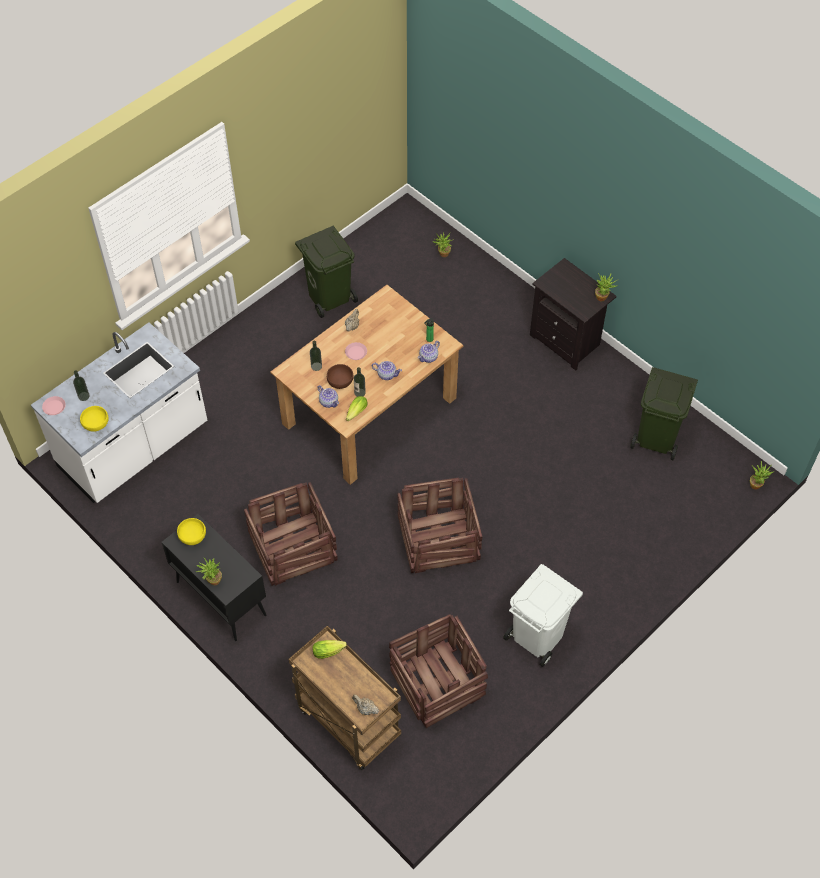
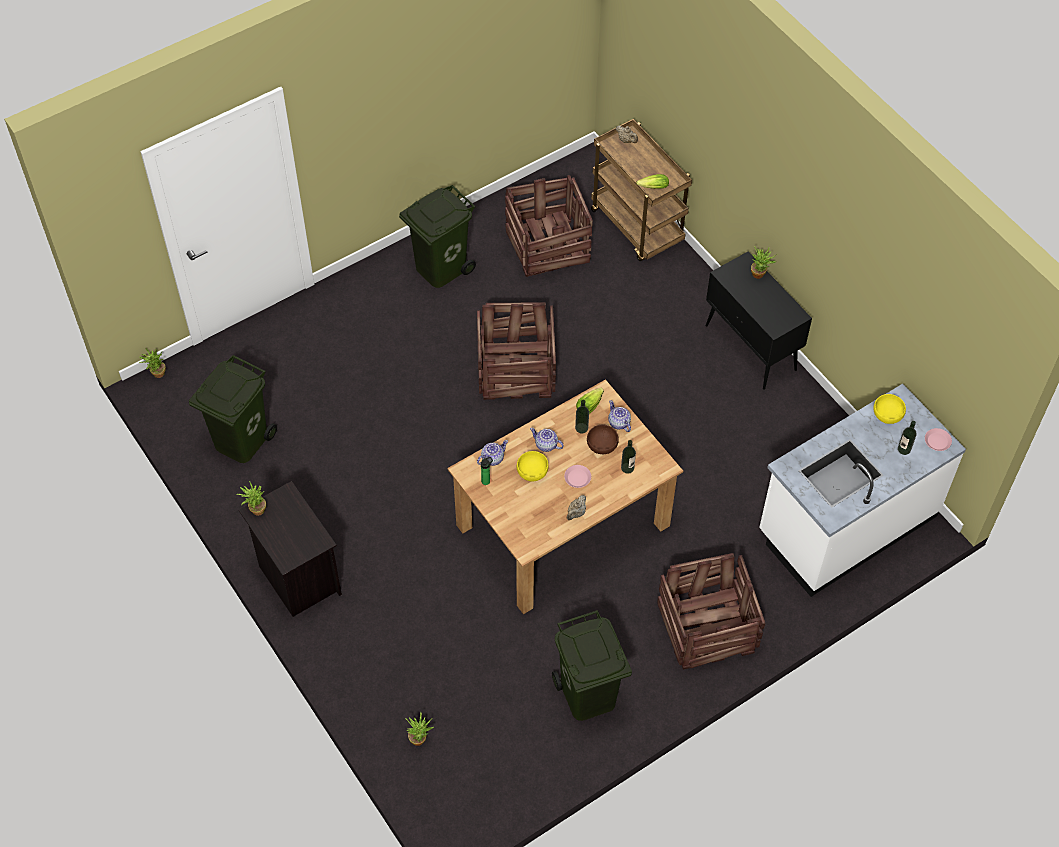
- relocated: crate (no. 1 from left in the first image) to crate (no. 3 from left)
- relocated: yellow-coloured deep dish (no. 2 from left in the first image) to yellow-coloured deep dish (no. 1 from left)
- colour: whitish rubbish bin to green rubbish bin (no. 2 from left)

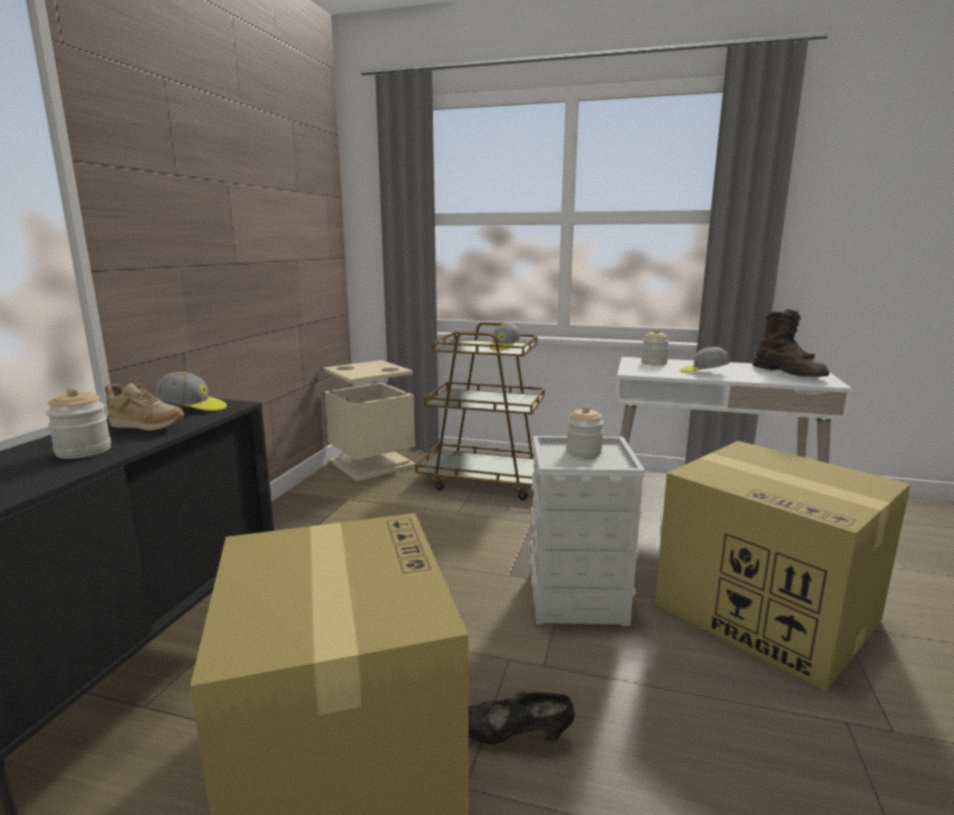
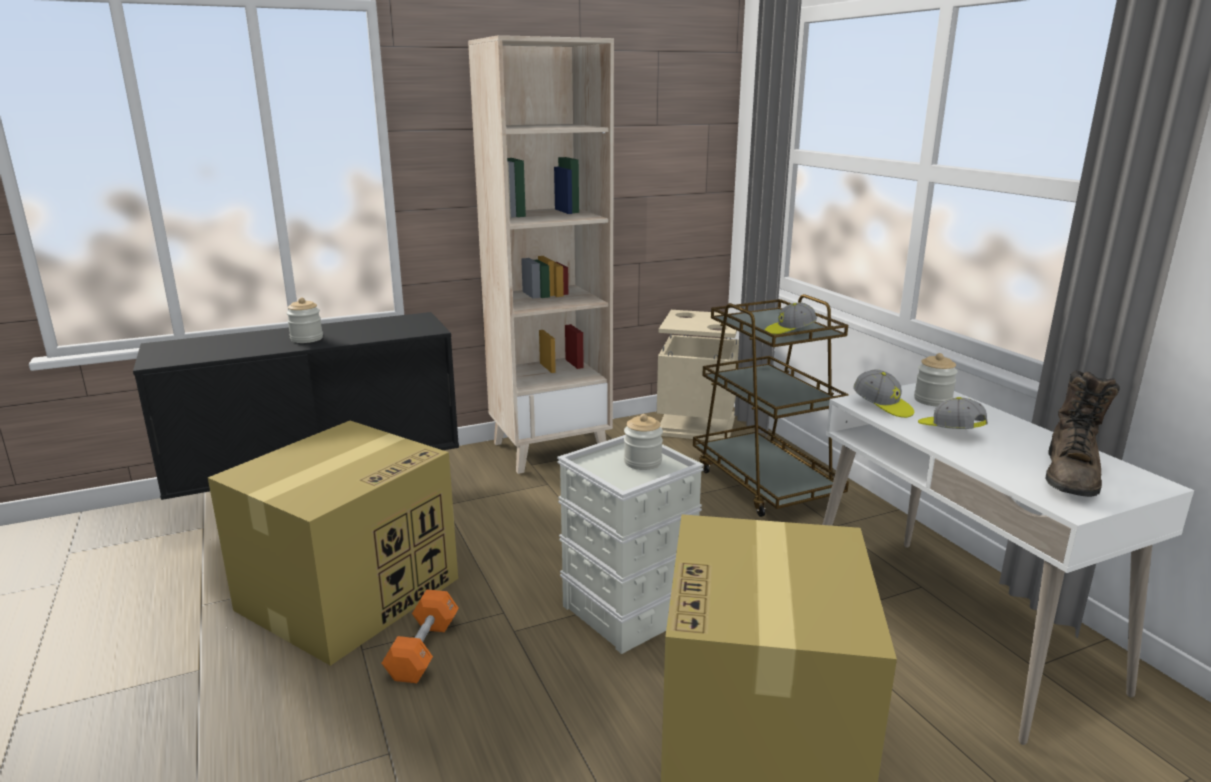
- relocated: baseball cap (no. 1 from left in the first image) to baseball cap (no. 2 from left)
- missing: sand-coloured shoe
- exchanged: blackish shoe to orange-coloured free weight
- appeared: sand-coloured shelving unit

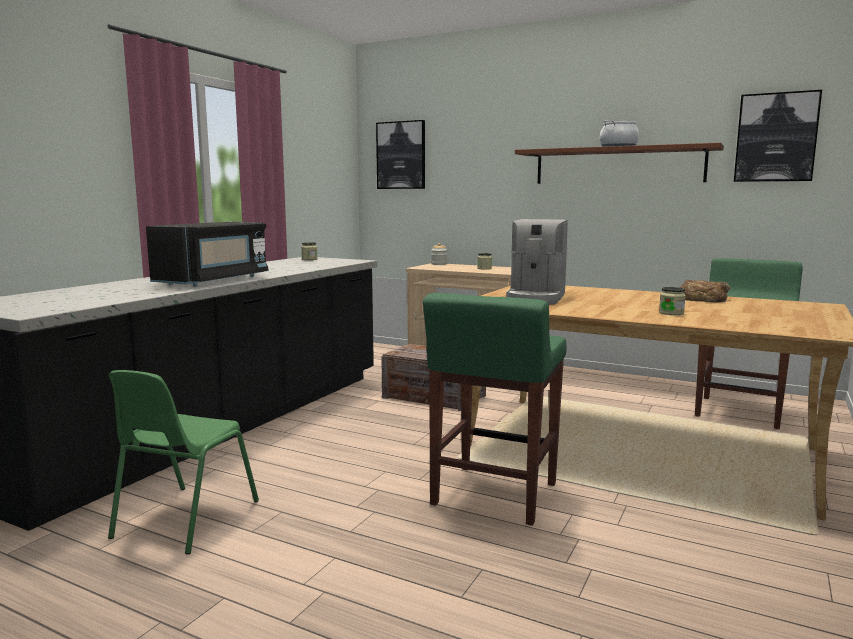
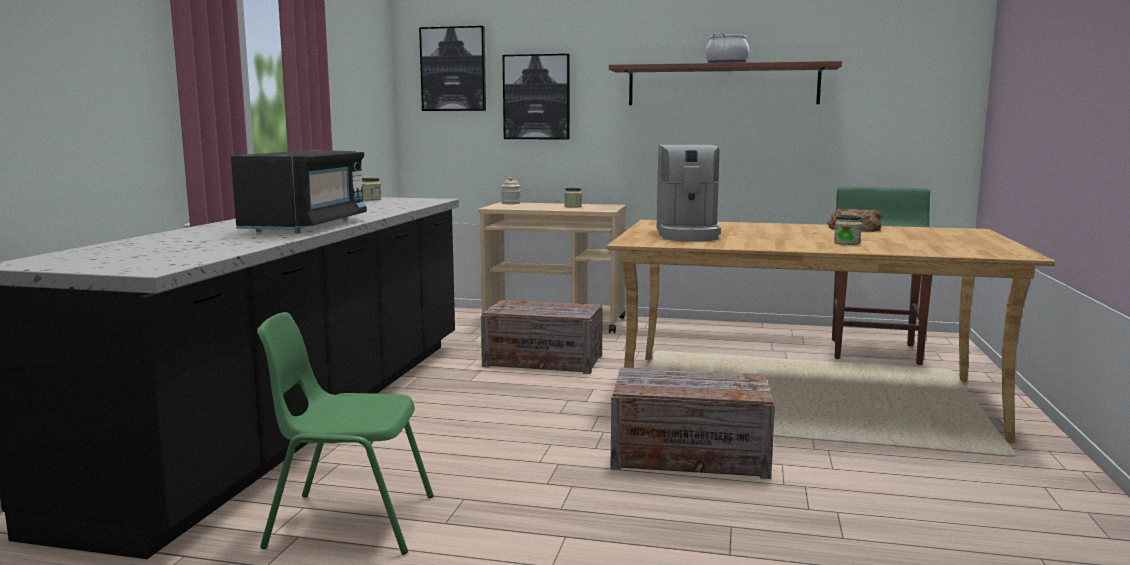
- relocated: picture (no. 2 from left)
- exchanged: green sitting stool (no. 1 from left) to crate (no. 2 from left)
- spun: green upright chair 90 degrees clockwise

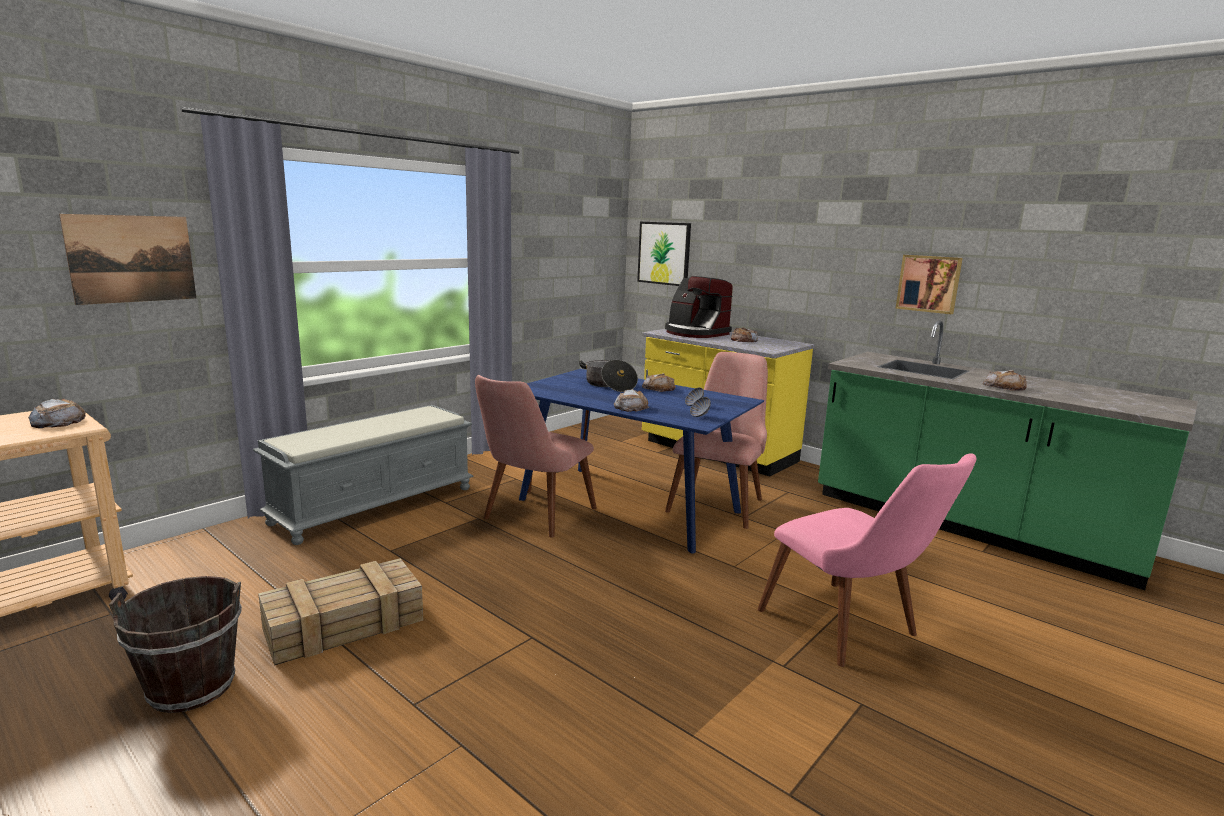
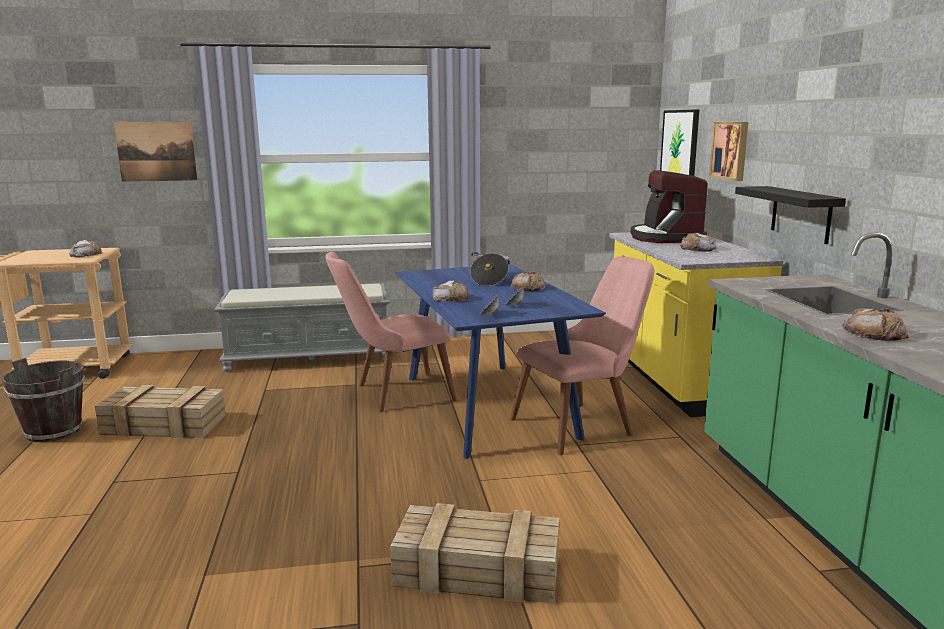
- relocated: picture (no. 3 from left)
- exchanged: pink upright chair (no. 3 from left) to crate (no. 2 from left)
- appeared: blackish bracket shelf

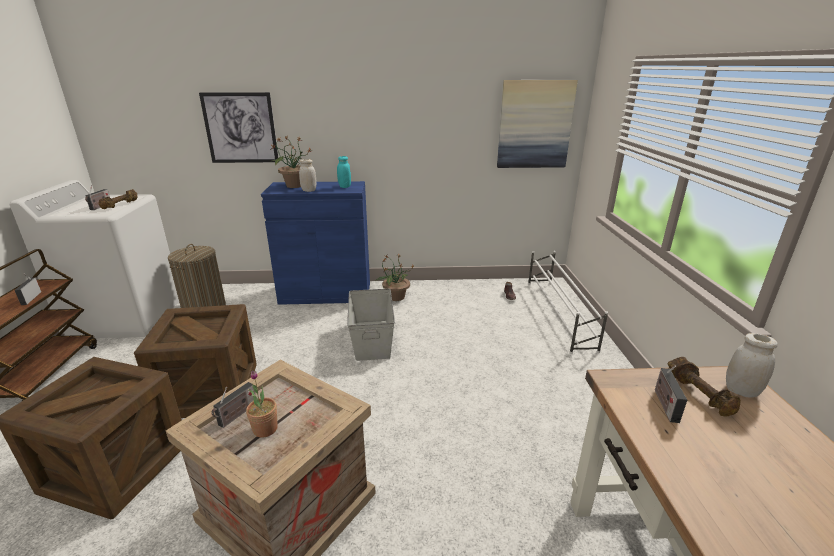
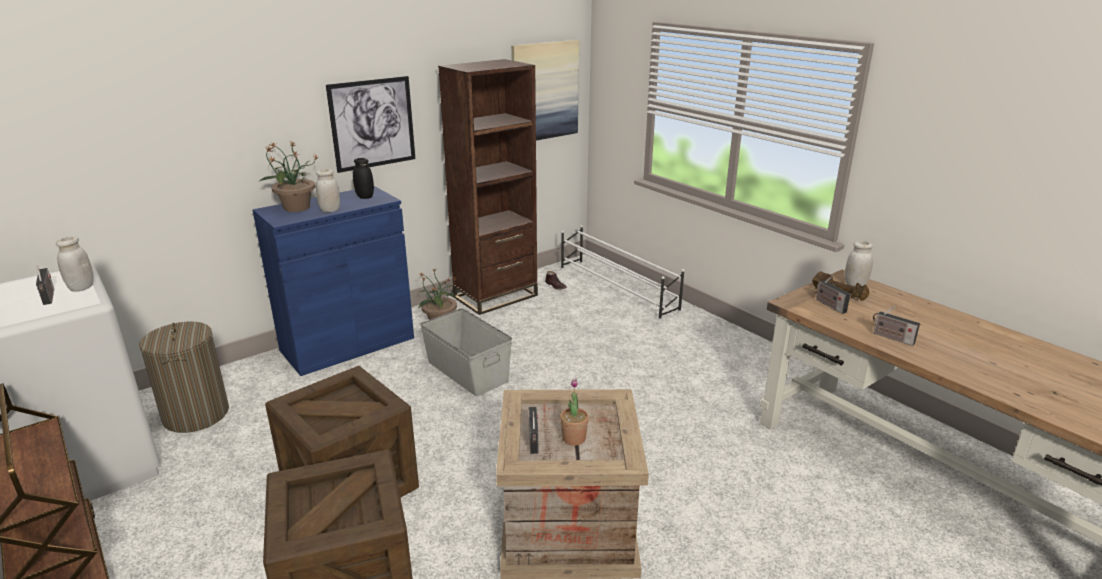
- relocated: picture (no. 1 from left)
- colour: turquoise-coloured jar to blackish jar
- exchanged: brown free weight (no. 1 from left) to whitish jar (no. 1 from left)
- relocated: radio receiver (no. 1 from left in the first image) to radio receiver (no. 4 from left)
- appeared: brown shelving unit

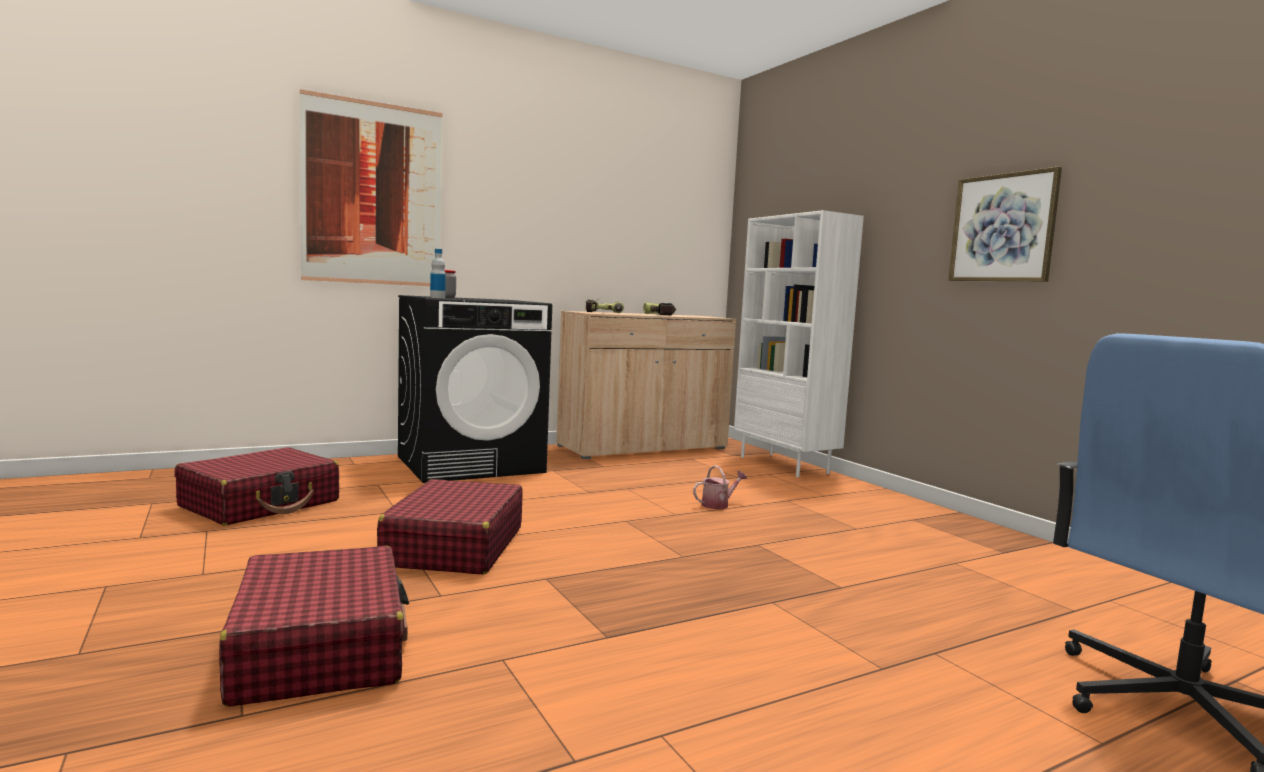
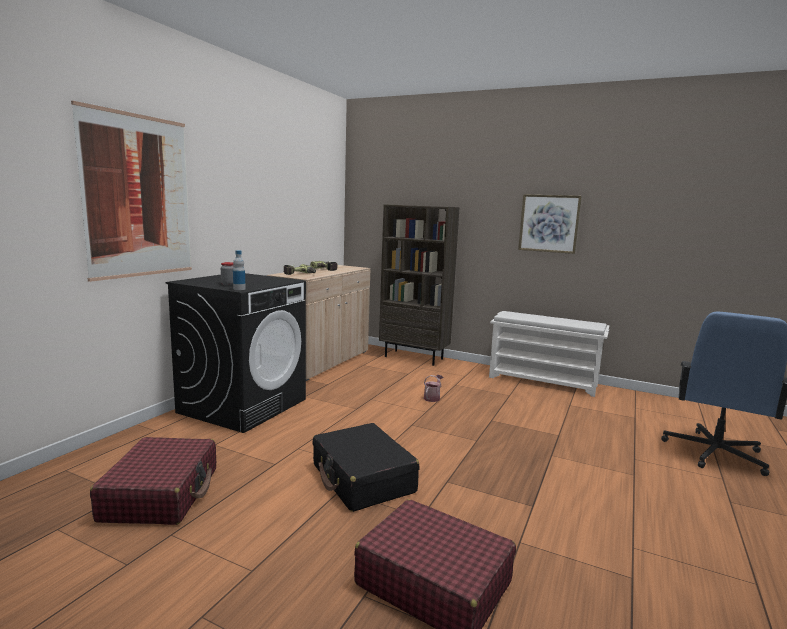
- colour: whitish shelving unit to brown shelving unit
- colour: reddish suitcase (no. 3 from left) to blackish suitcase
- appeared: whitish shoe rack

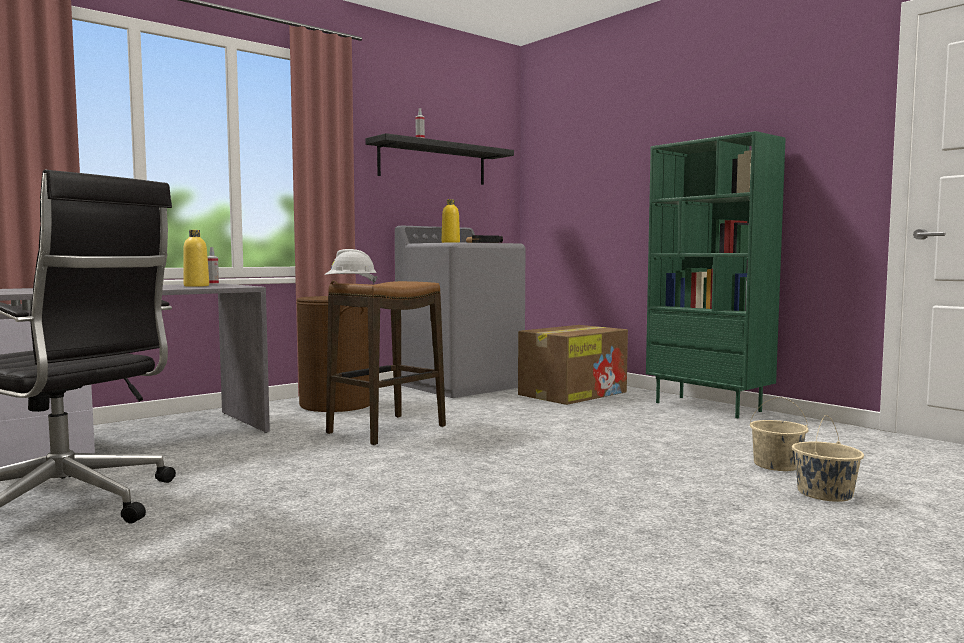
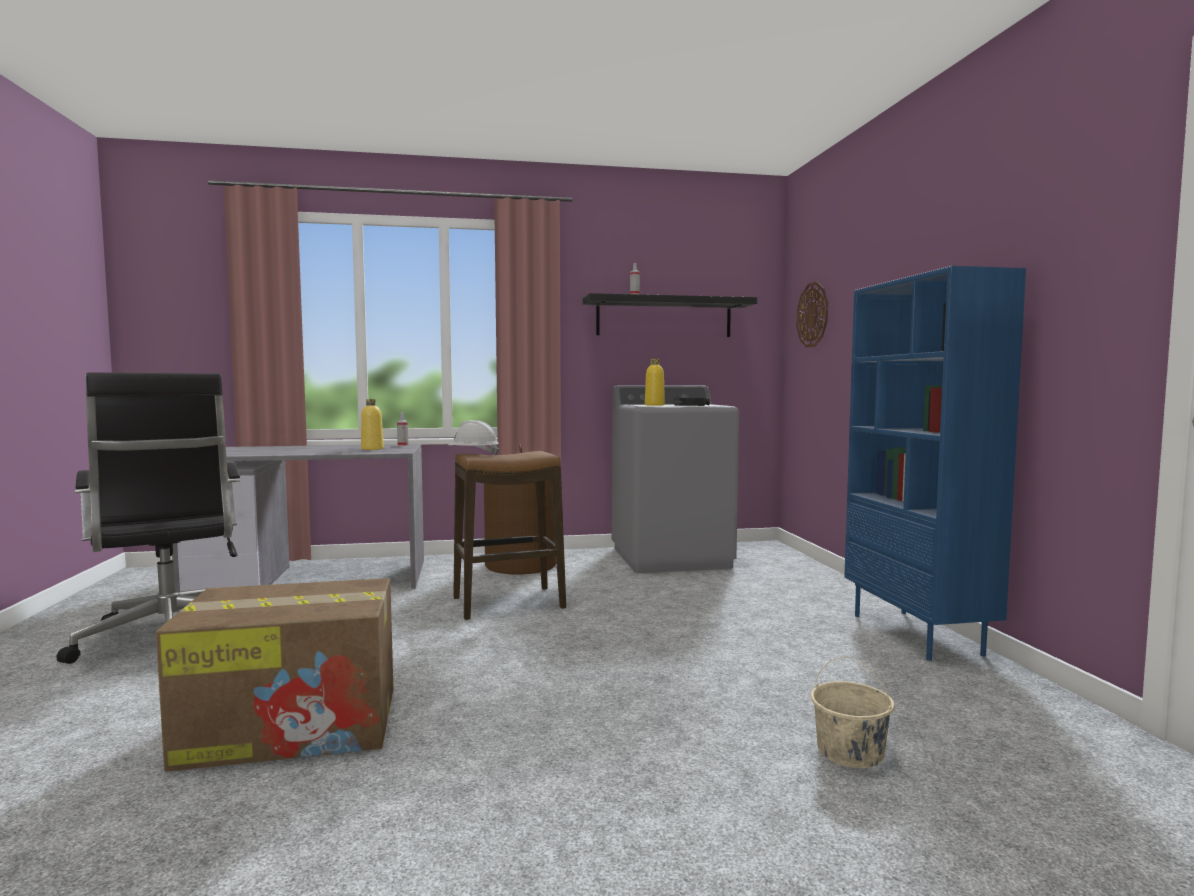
- colour: green shelving unit to blue shelving unit
- relocated: carton
- missing: sand-coloured bucket (no. 2 from left)
- appeared: hanging clock

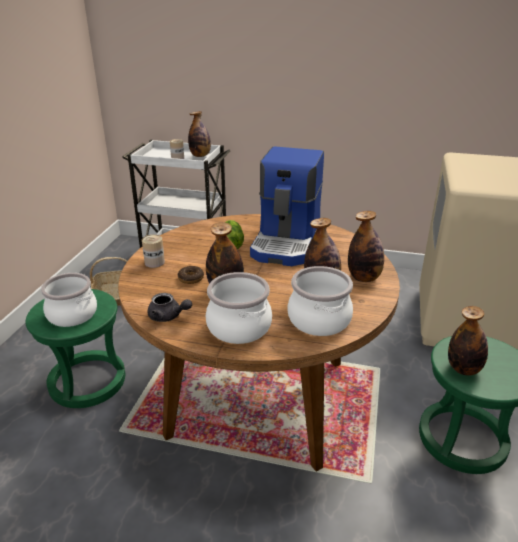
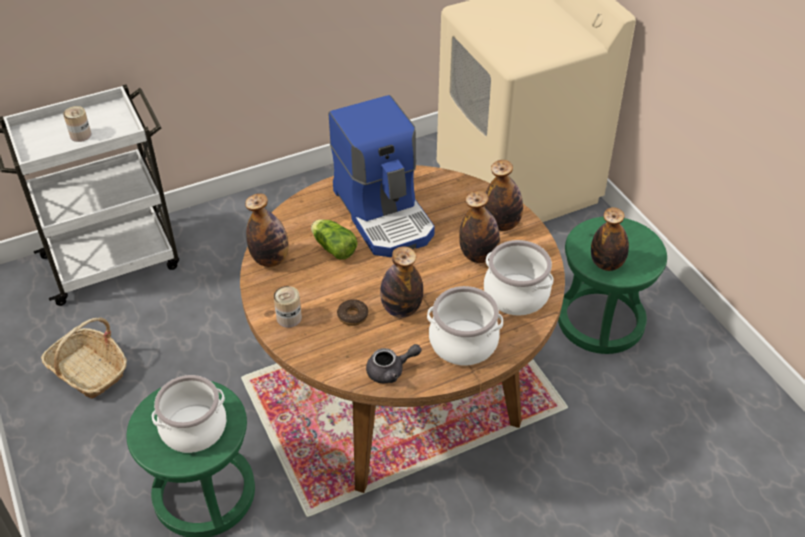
- relocated: bottle (no. 1 from left)

